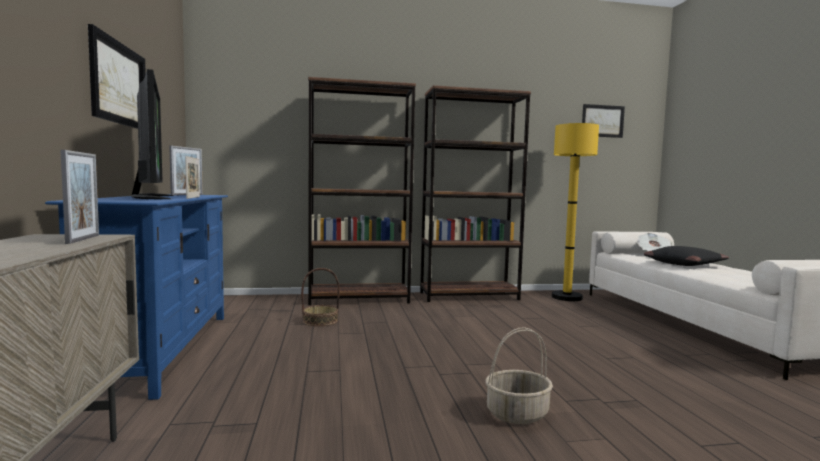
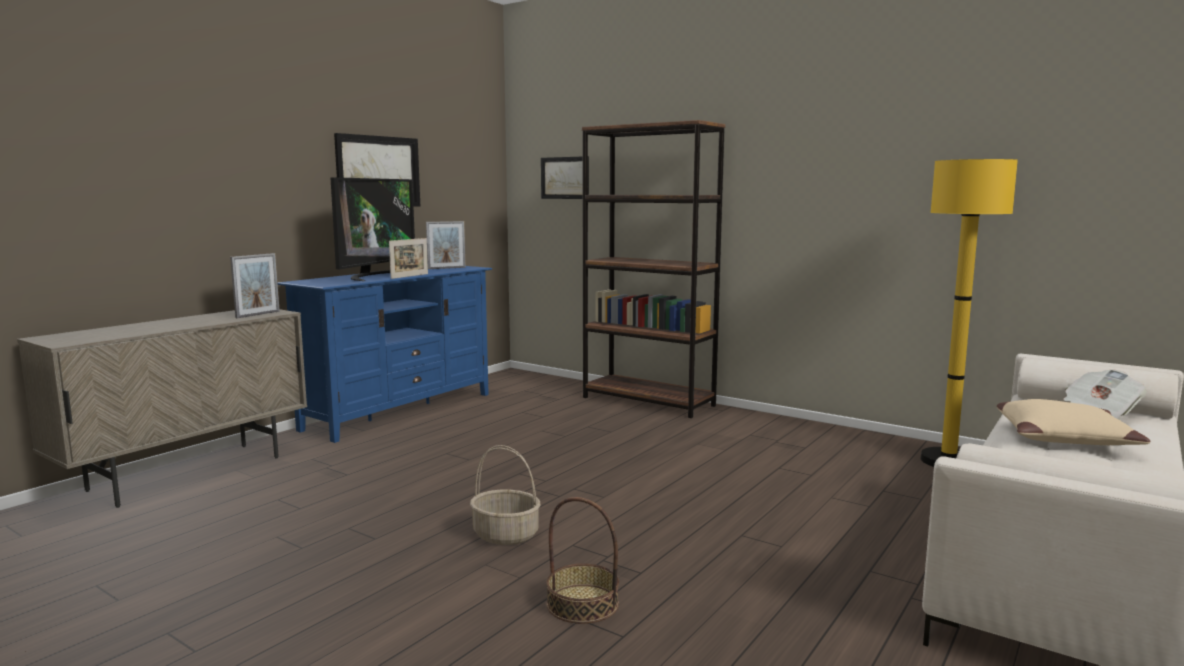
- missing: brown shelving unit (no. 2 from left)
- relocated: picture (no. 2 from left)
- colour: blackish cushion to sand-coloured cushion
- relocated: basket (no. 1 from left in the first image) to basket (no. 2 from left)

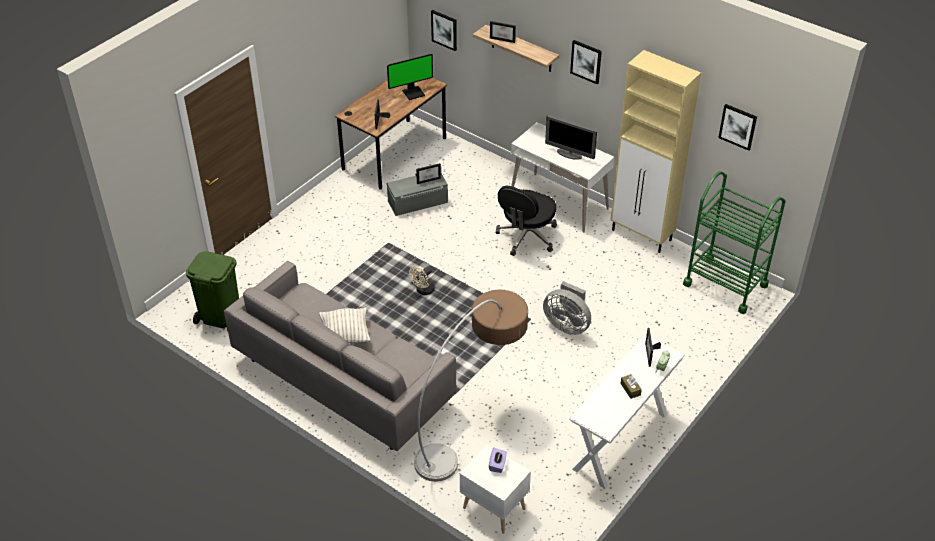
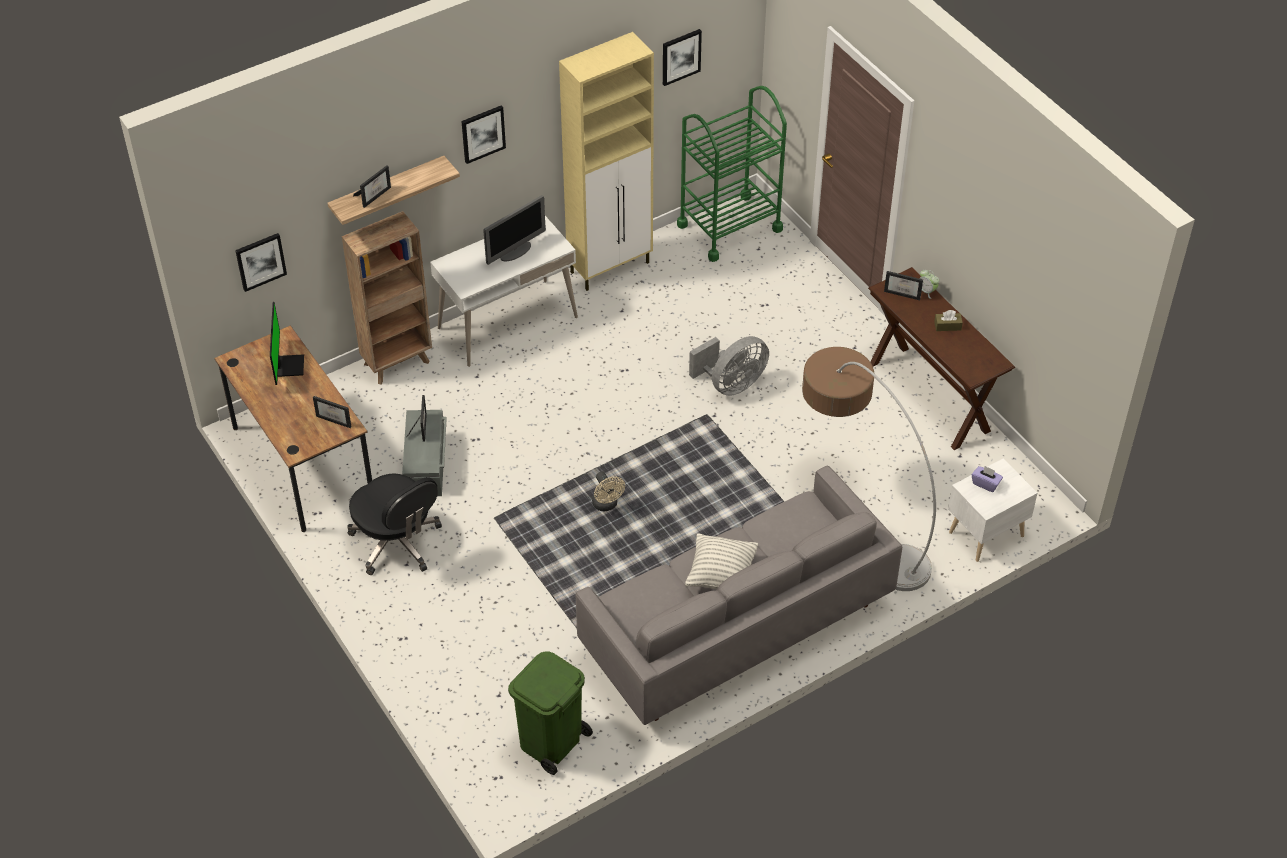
- relocated: blackish office chair
- colour: whitish narrow table to brown narrow table
- appeared: brown shelving unit

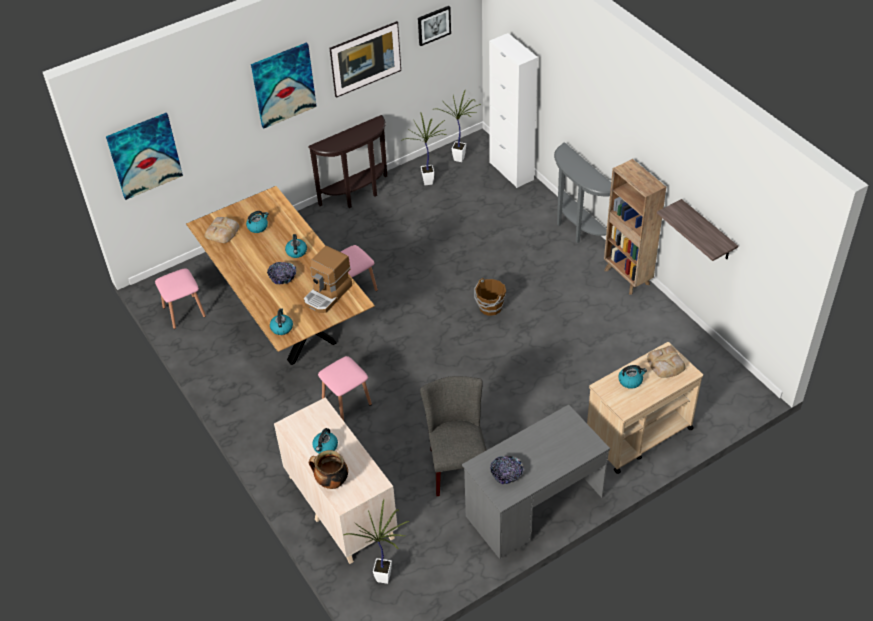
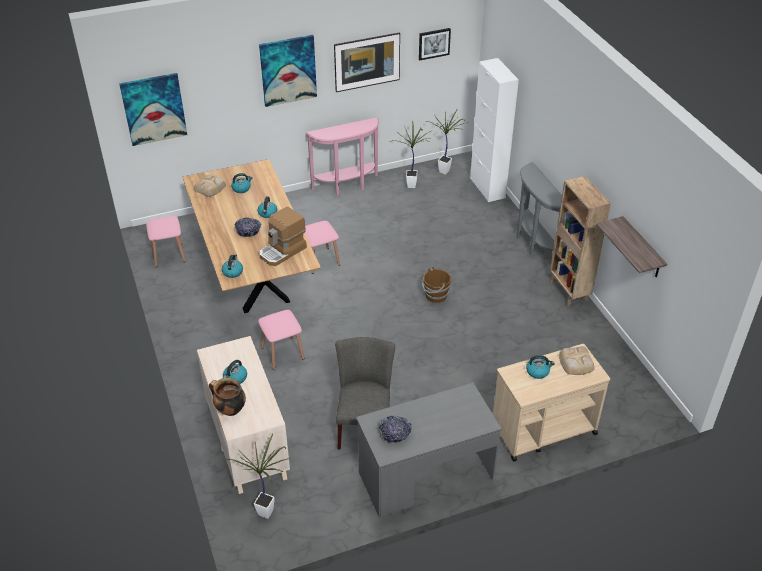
- colour: brown narrow table to pink narrow table

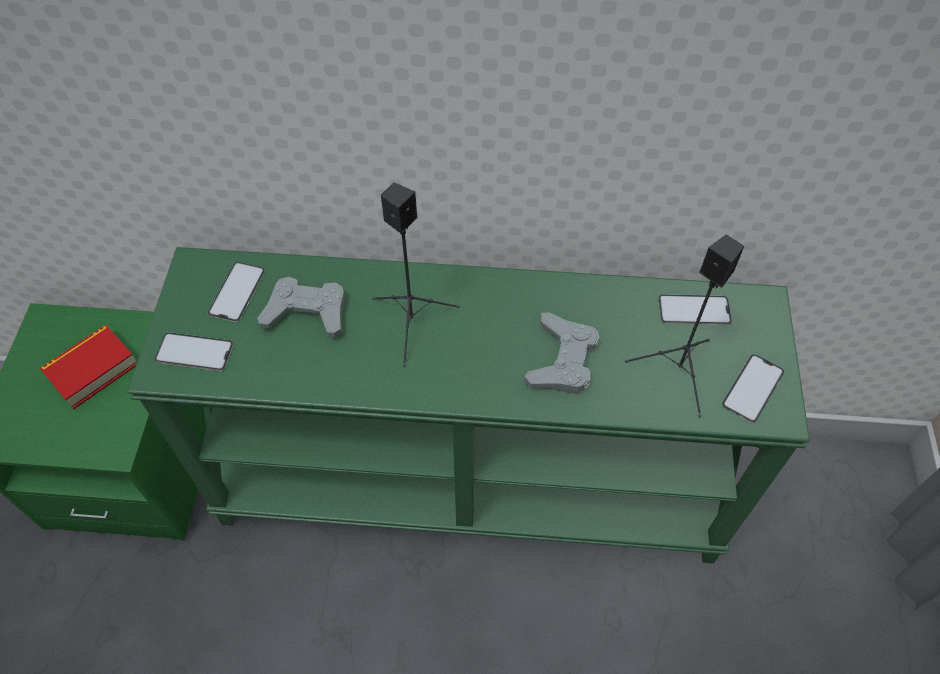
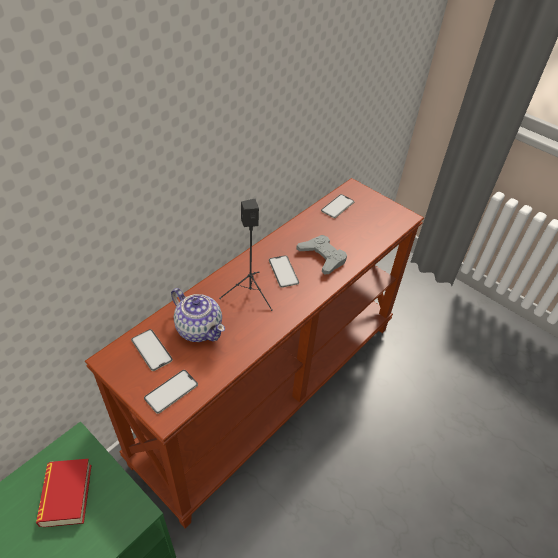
- missing: blackish loudspeaker (no. 2 from left)
- colour: green narrow table to brown narrow table
- exchanged: grey gamepad (no. 1 from left) to teapot
- relocated: phone (no. 4 from left in the first image) to phone (no. 3 from left)

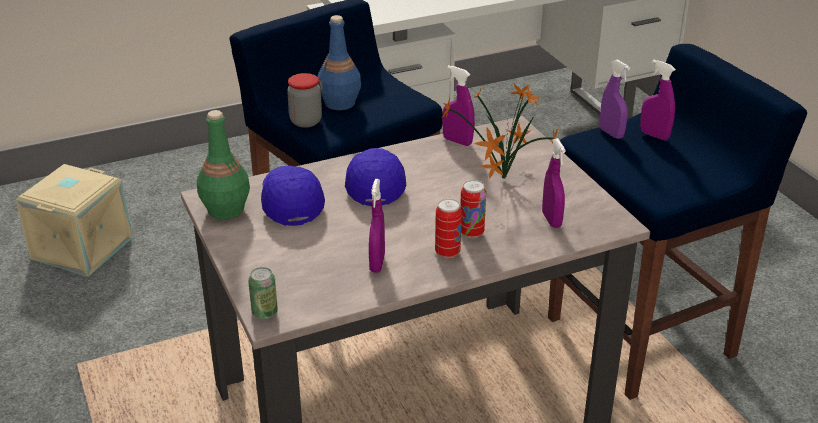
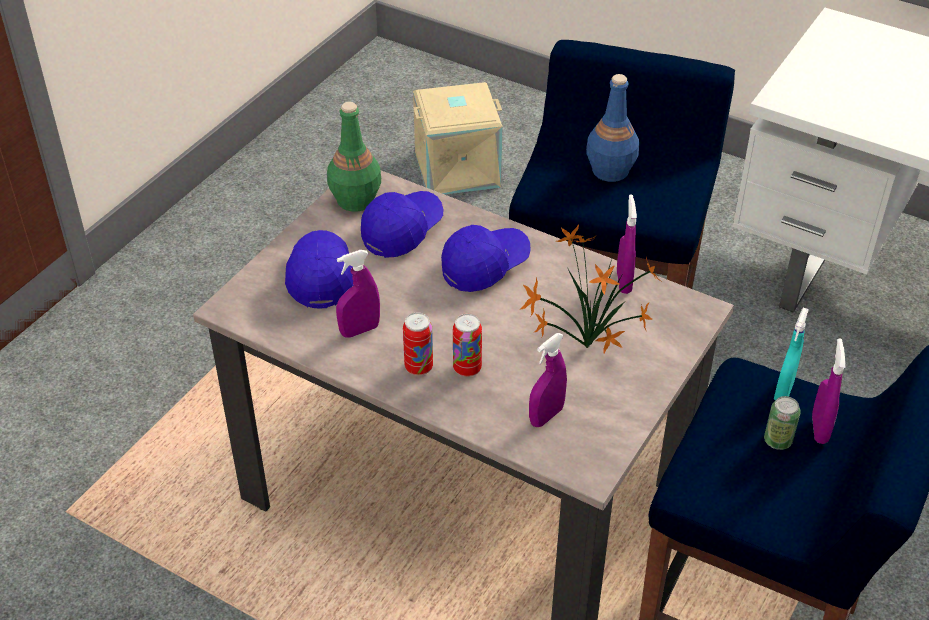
- colour: purple-coloured hand sprayer (no. 4 from left) to turquoise-coloured hand sprayer
- missing: jar
- relocated: can (no. 1 from left in the first image) to can (no. 3 from left)
- appeared: blue baseball cap (no. 1 from left)

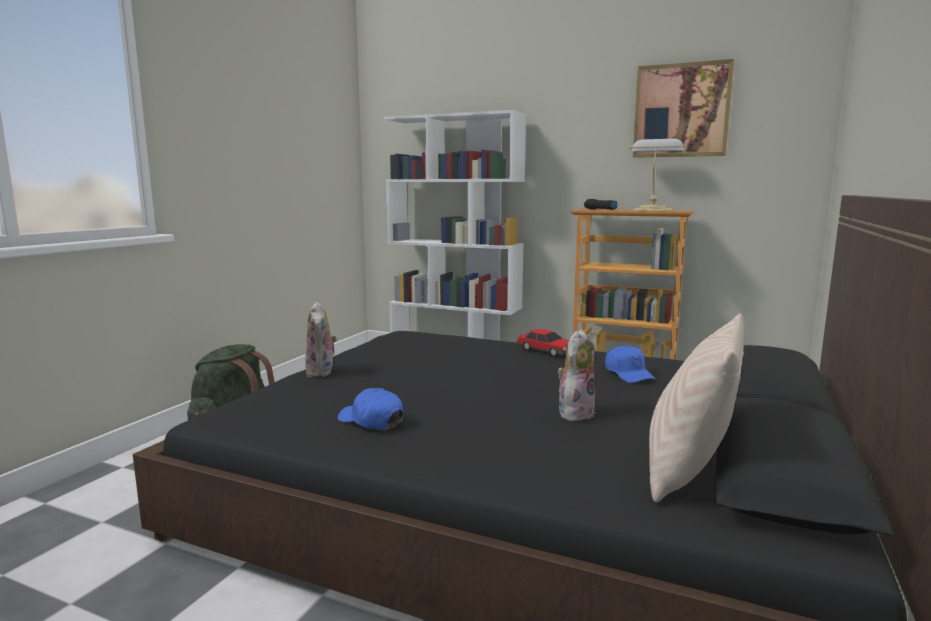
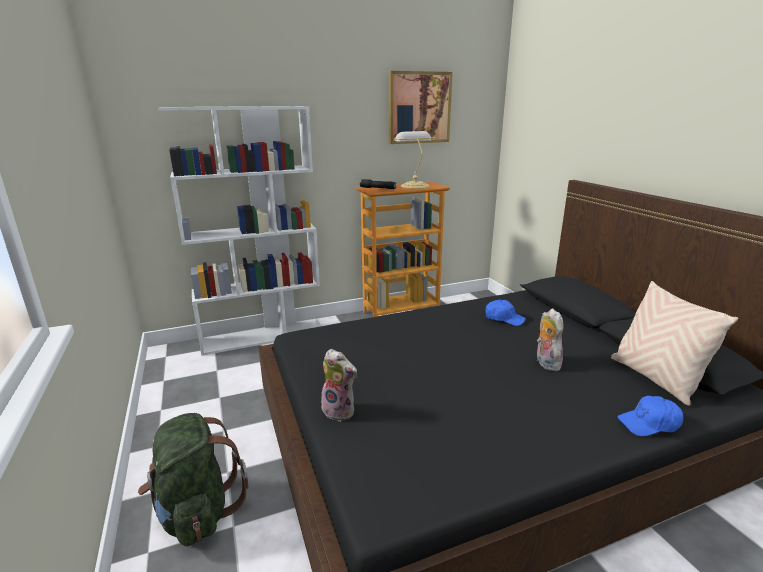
- missing: toy car
- relocated: blue baseball cap (no. 1 from left in the first image) to blue baseball cap (no. 2 from left)

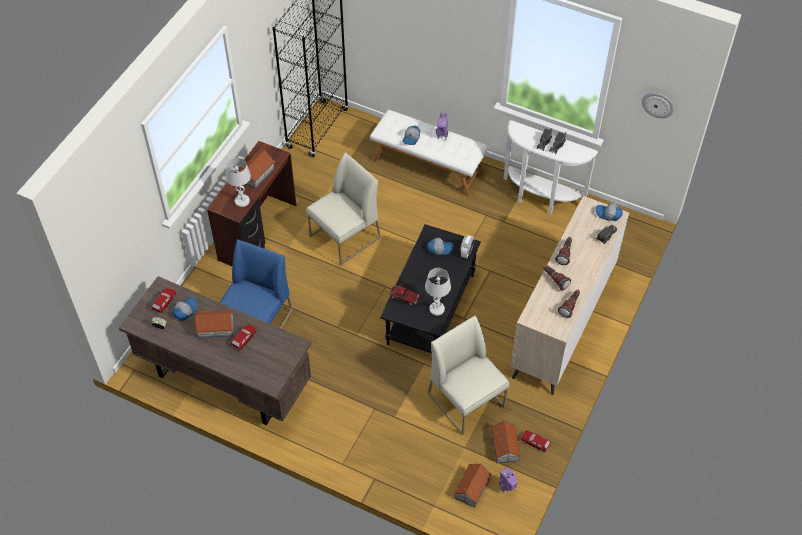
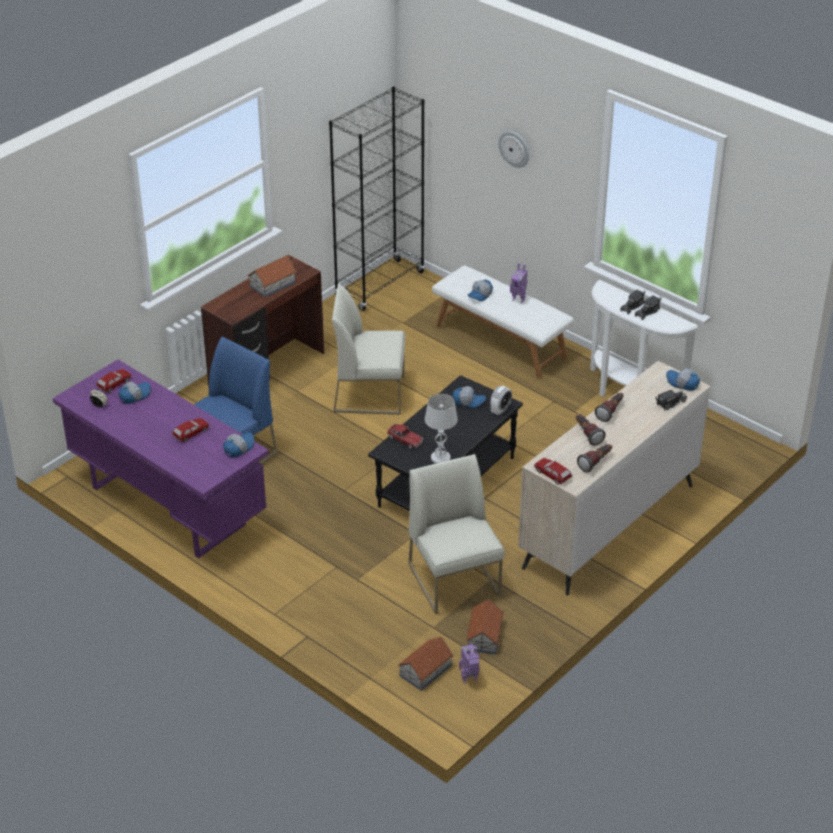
- relocated: hanging clock
- spun: whitish upright chair (no. 1 from left) 150 degrees counterclockwise
- missing: whitish table lamp (no. 1 from left)
- colour: brown desk unit (no. 1 from left) to purple-coloured desk unit
- missing: model house (no. 1 from left)
- relocated: toy car (no. 4 from left)
- appeared: baseball cap (no. 2 from left)

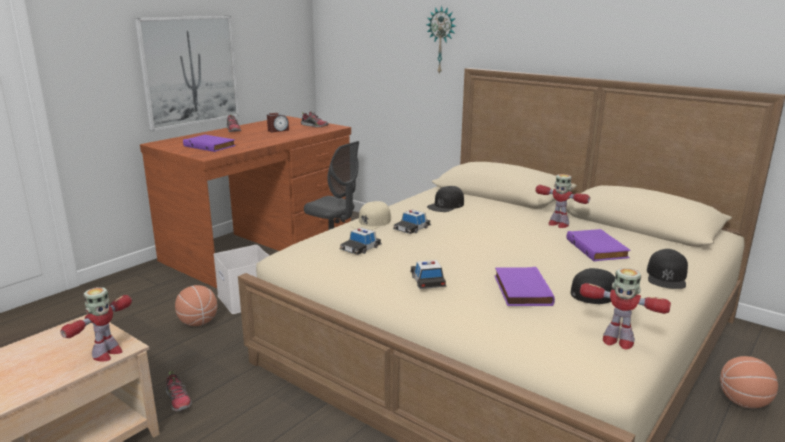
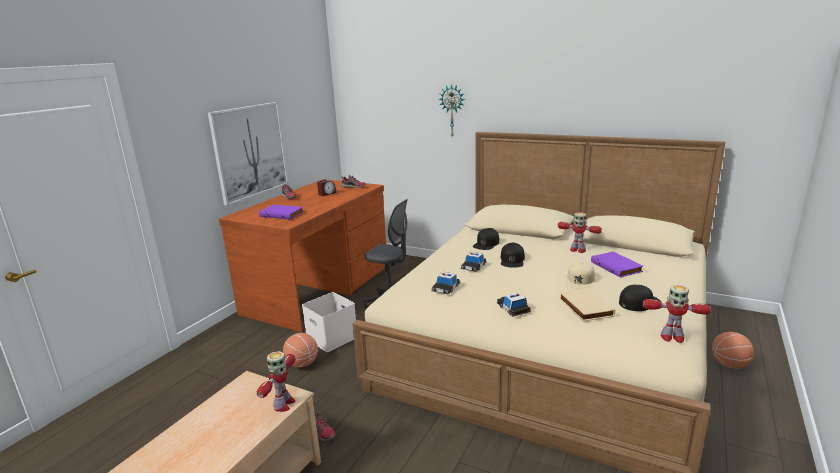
- relocated: sand-coloured baseball cap
- relocated: blackish baseball cap (no. 3 from left in the first image) to blackish baseball cap (no. 2 from left)
- colour: purple-coloured book (no. 2 from left) to sand-coloured book

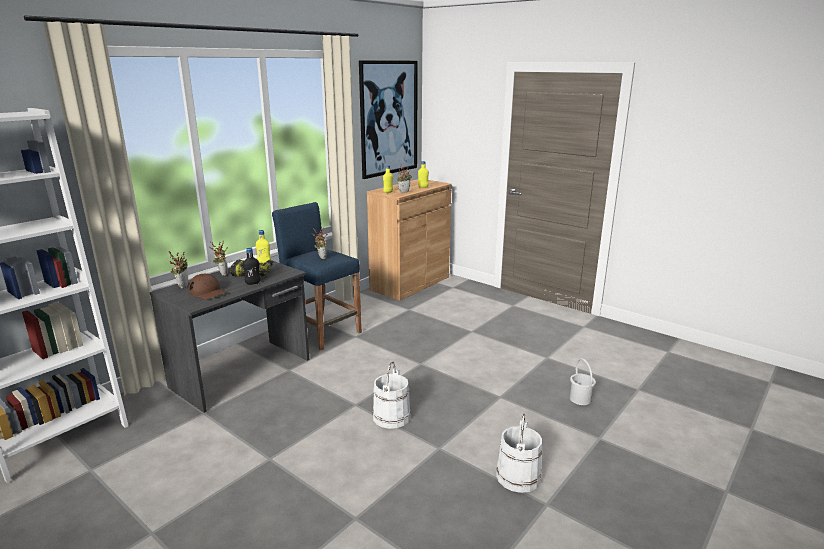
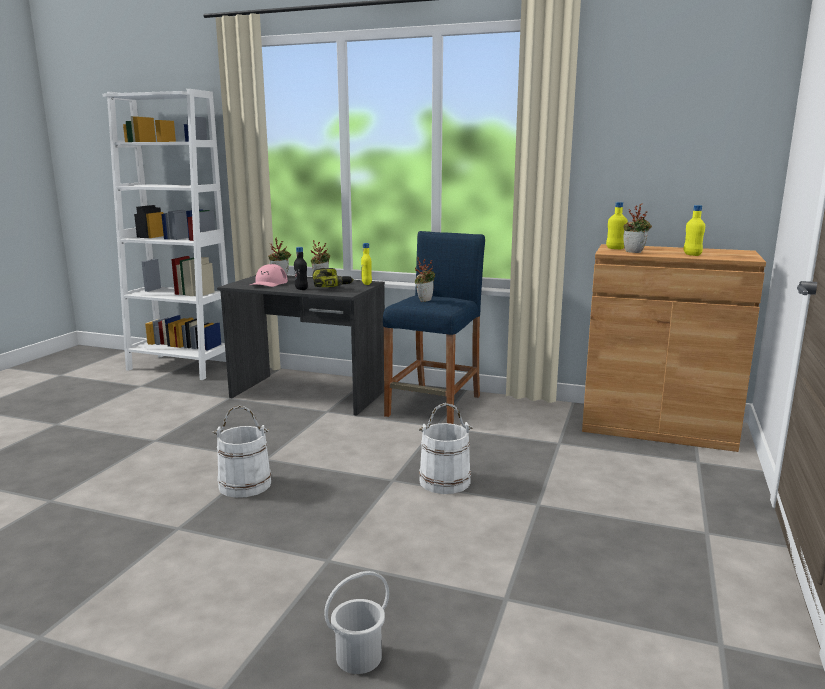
- missing: picture
- colour: brown baseball cap to pink baseball cap
- relocated: whitish bucket (no. 2 from left in the first image) to whitish bucket (no. 3 from left)

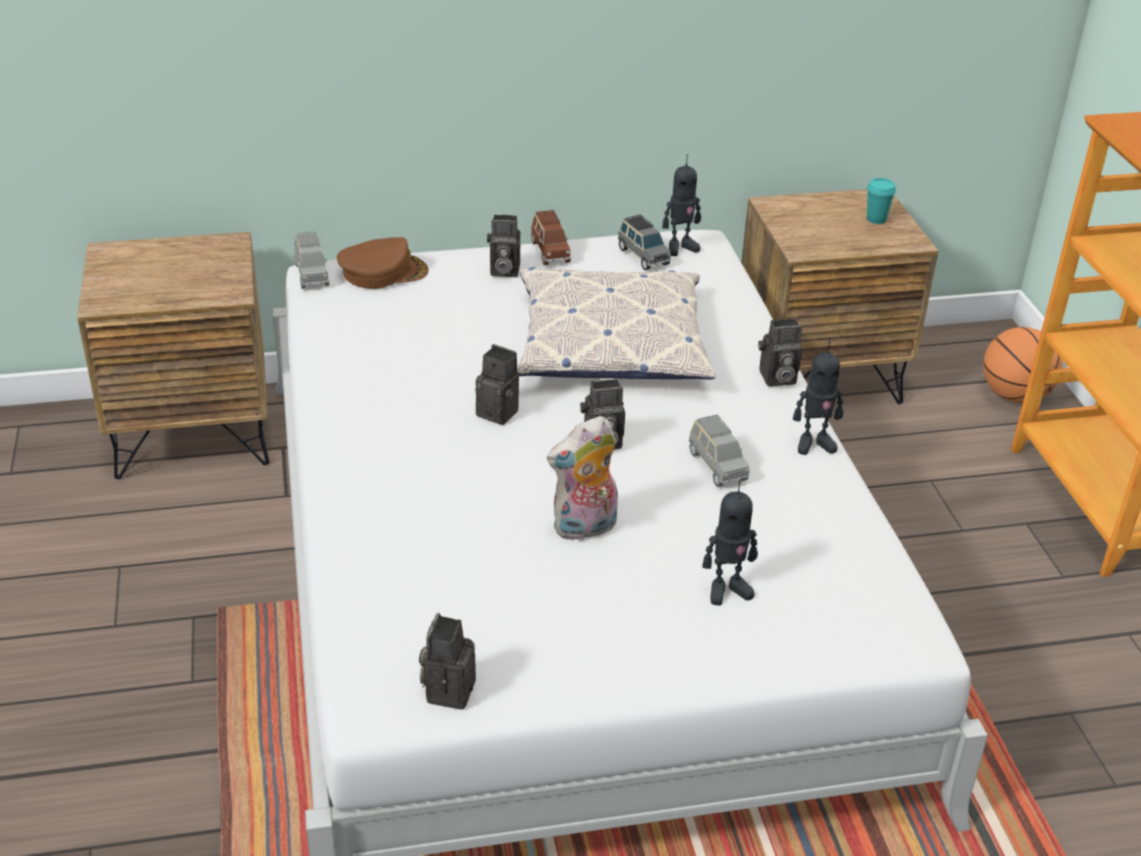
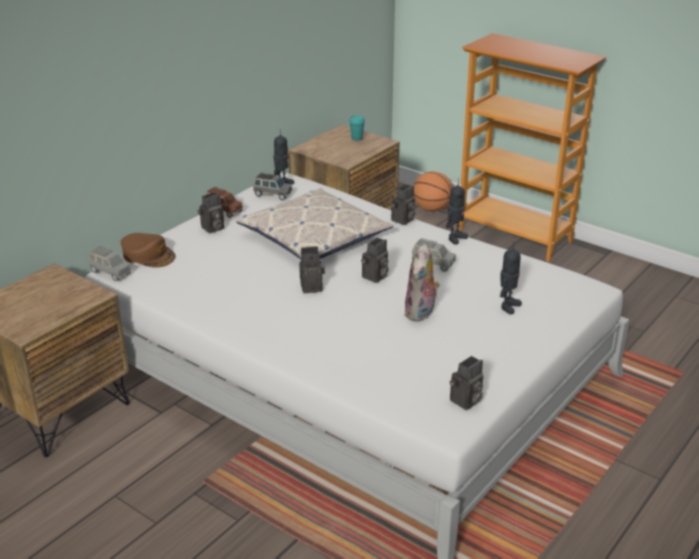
- spun: brown baseball cap 90 degrees clockwise
- spun: photo camera (no. 1 from left in the first image) 105 degrees counterclockwise

